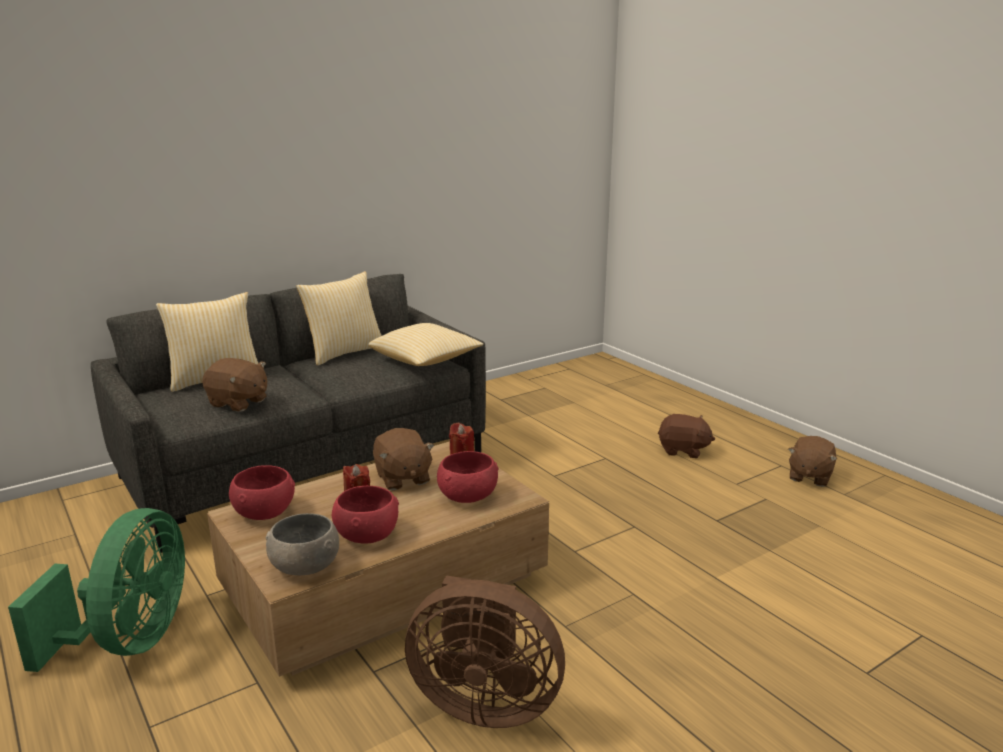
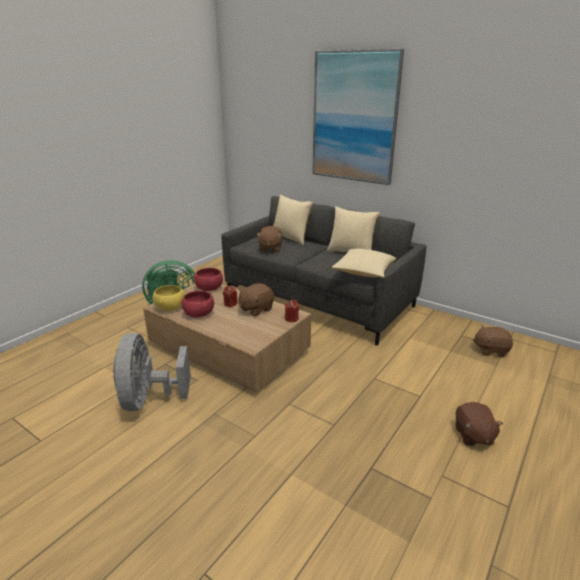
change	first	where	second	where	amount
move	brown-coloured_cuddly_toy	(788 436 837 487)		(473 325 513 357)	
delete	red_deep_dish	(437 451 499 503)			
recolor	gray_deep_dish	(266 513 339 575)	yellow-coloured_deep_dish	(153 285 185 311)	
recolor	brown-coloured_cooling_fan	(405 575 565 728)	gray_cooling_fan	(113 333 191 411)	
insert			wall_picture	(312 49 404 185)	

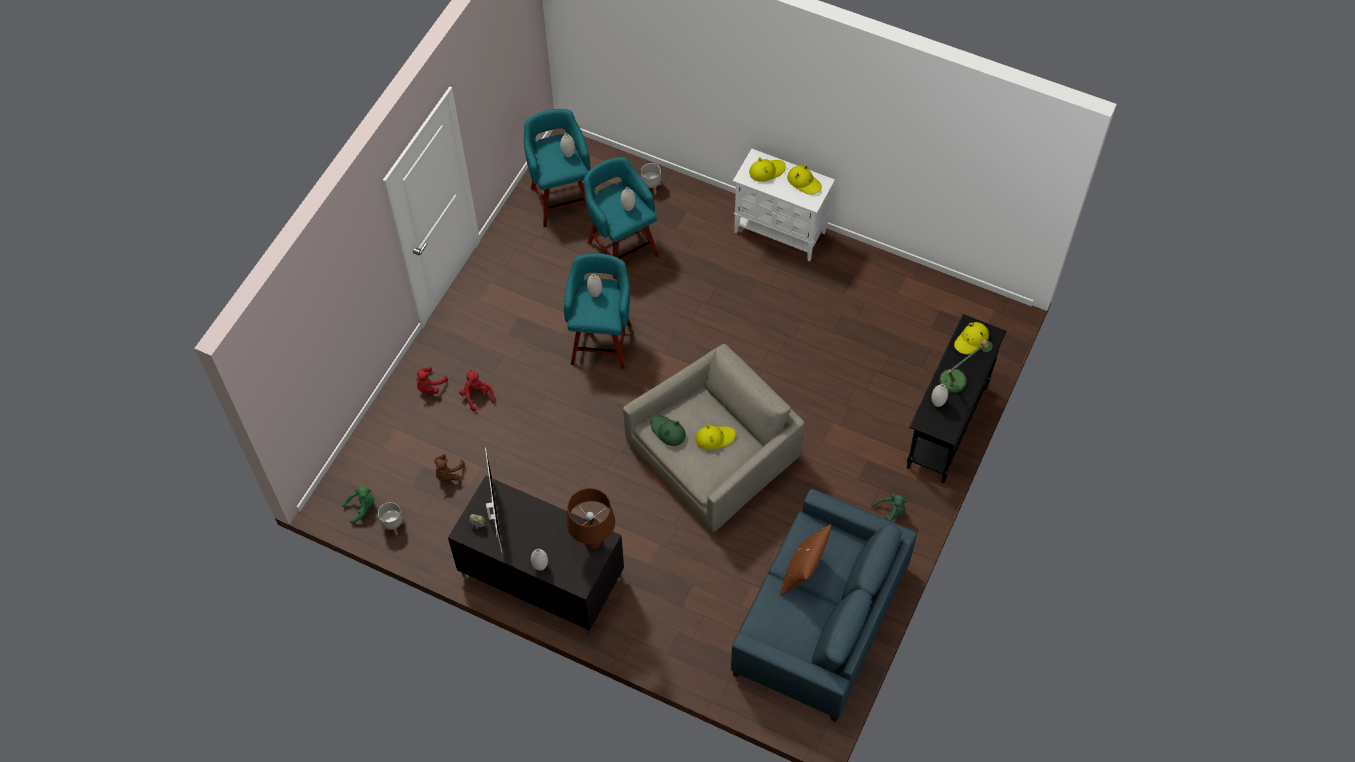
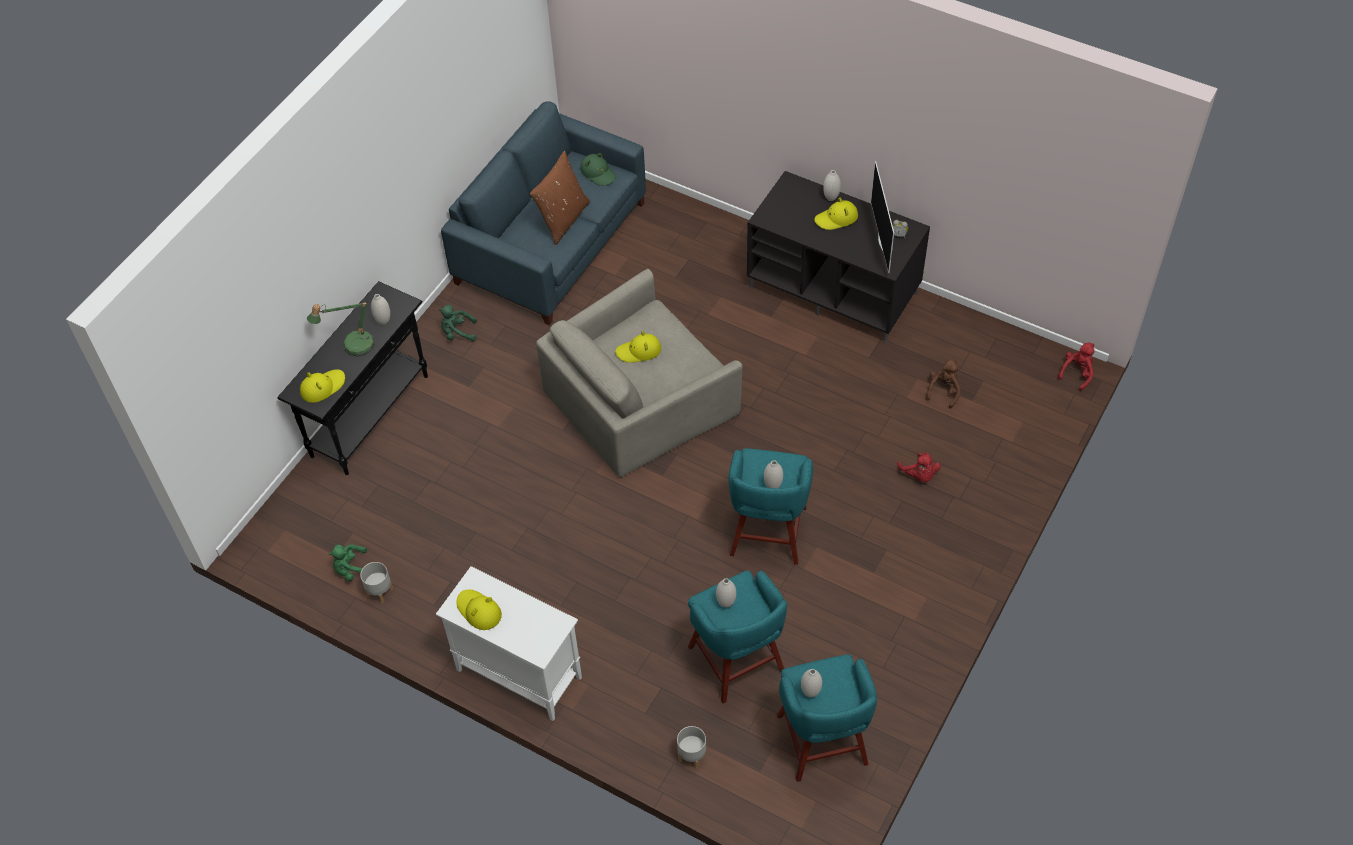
change	first	where	second	where	amount
move	yellow-coloured_clothing_hat	(749 157 786 182)		(814 198 858 230)	
move	red_cuddly_toy	(416 367 448 394)		(1058 343 1095 391)	
move	green-coloured_clothing_hat	(651 415 686 446)		(580 153 616 186)	
move	green-coloured_cuddly_toy	(342 486 374 524)		(329 545 367 581)	
delete	brown-coloured_tabletop_lamp	(566 488 615 549)			
move	gray_plant_pot	(378 502 405 535)		(360 562 393 603)	

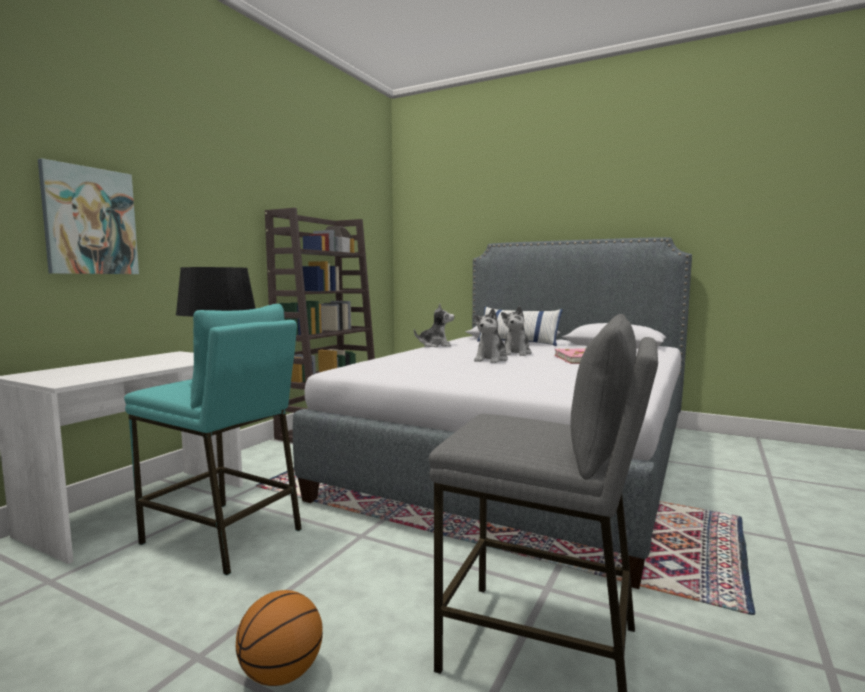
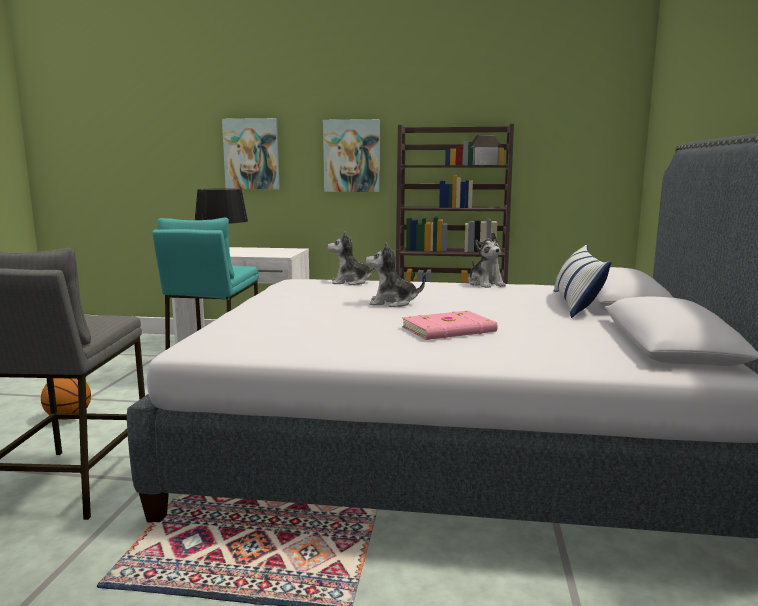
change	first	where	second	where	amount
move	cuddly_toy	(501 306 532 356)		(327 231 376 285)	
insert			wall_picture	(323 119 380 192)	

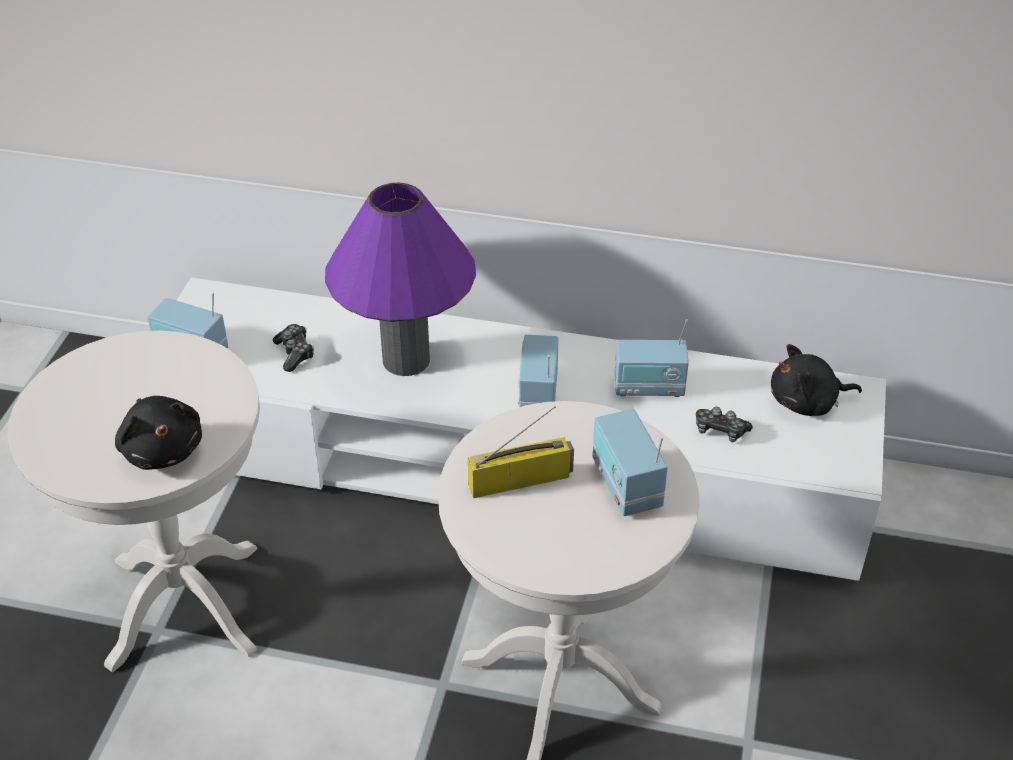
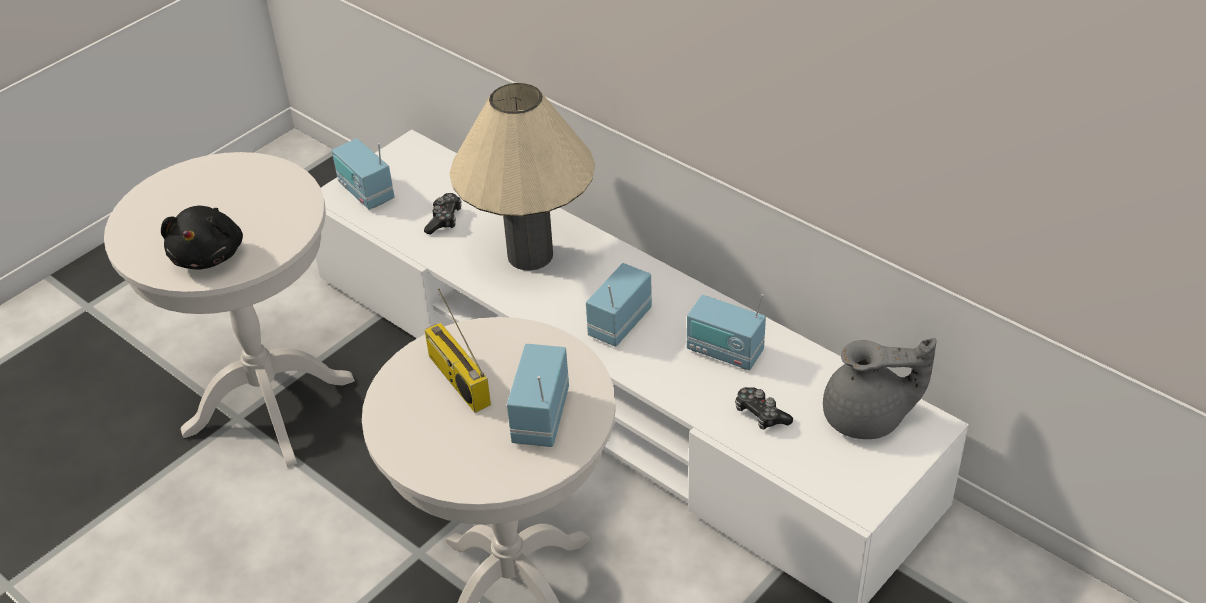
change	first	where	second	where	amount
recolor	purple_tabletop_lamp	(325 183 476 376)	beige-coloured_tabletop_lamp	(449 83 595 271)	
replace	blackish_cuddly_toy	(771 344 862 416)	gray_tea_pot	(823 338 936 439)	
rotate	radio	(468 406 574 498)		(425 289 491 413)	135 degrees counterclockwise

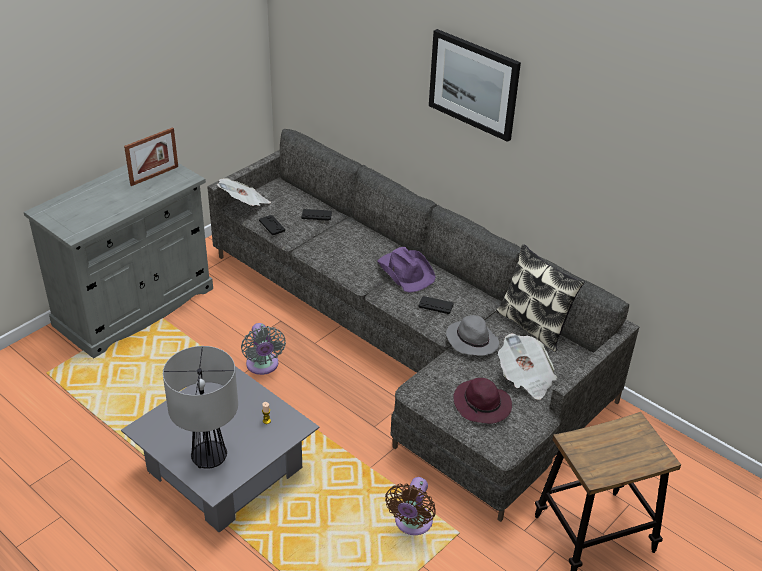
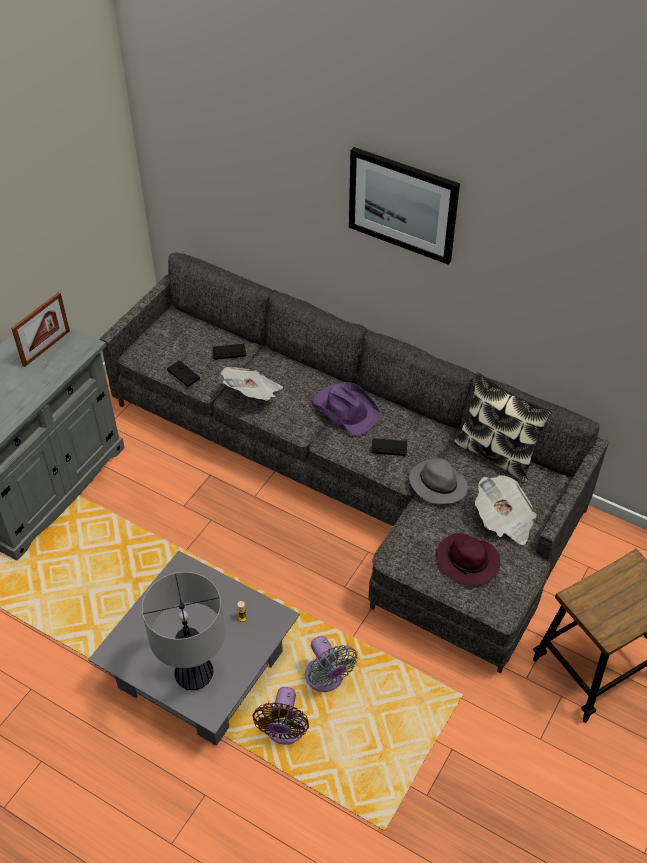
change	first	where	second	where	amount
move	newspaper	(217 178 271 206)		(221 367 283 401)	
move	gray_cooling_fan	(241 323 286 375)		(305 636 358 692)	
move	brown-coloured_cooling_fan	(385 477 436 535)		(253 687 309 745)	

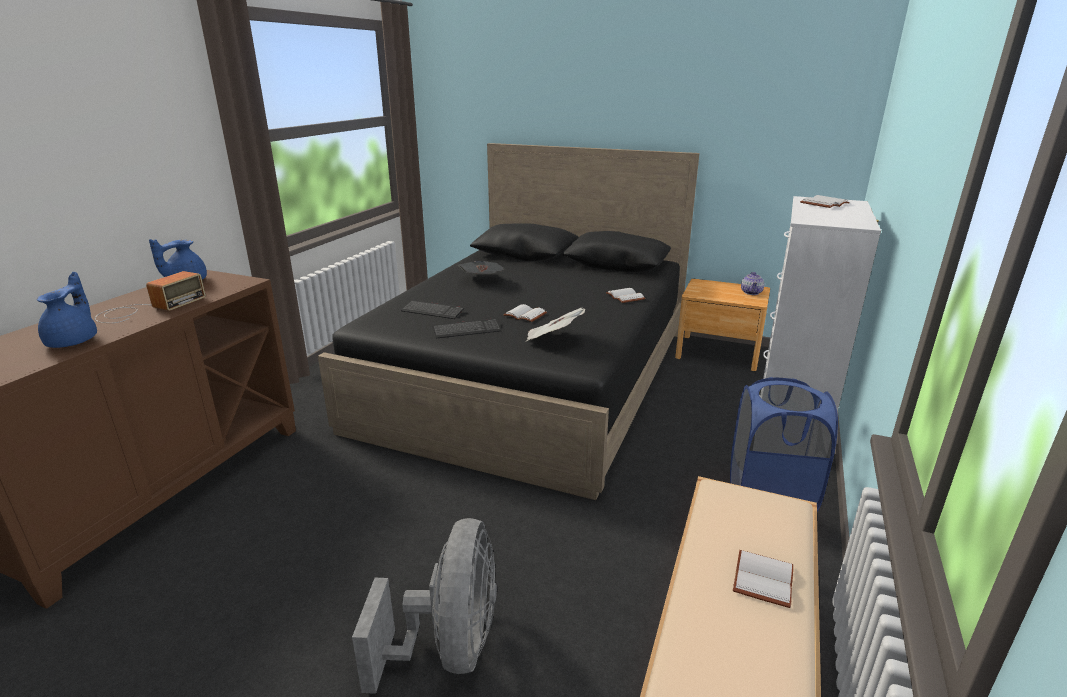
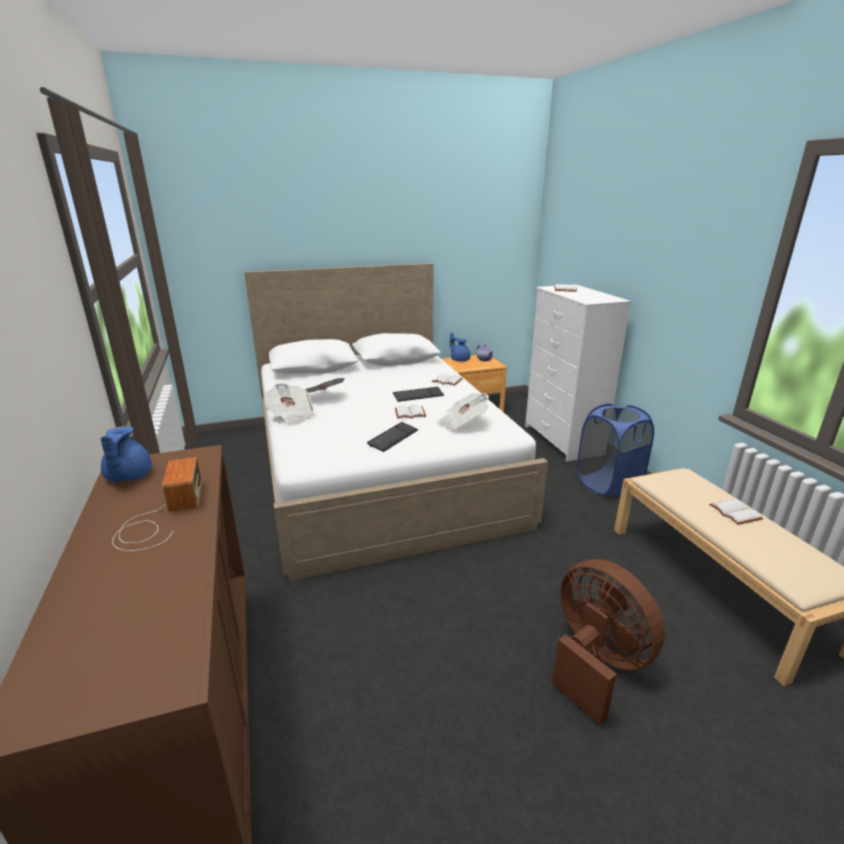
change	first	where	second	where	amount
recolor	blackish_bed	(318 143 700 500)	white_bed	(244 263 548 582)	
move	bluish_tea_pot	(37 272 97 348)		(450 332 470 362)	
move	PC_keyboard	(401 300 464 319)		(393 387 444 402)	
recolor	gray_cooling_fan	(352 518 497 694)	brown-coloured_cooling_fan	(552 559 665 725)	
insert			newspaper	(265 383 314 426)	

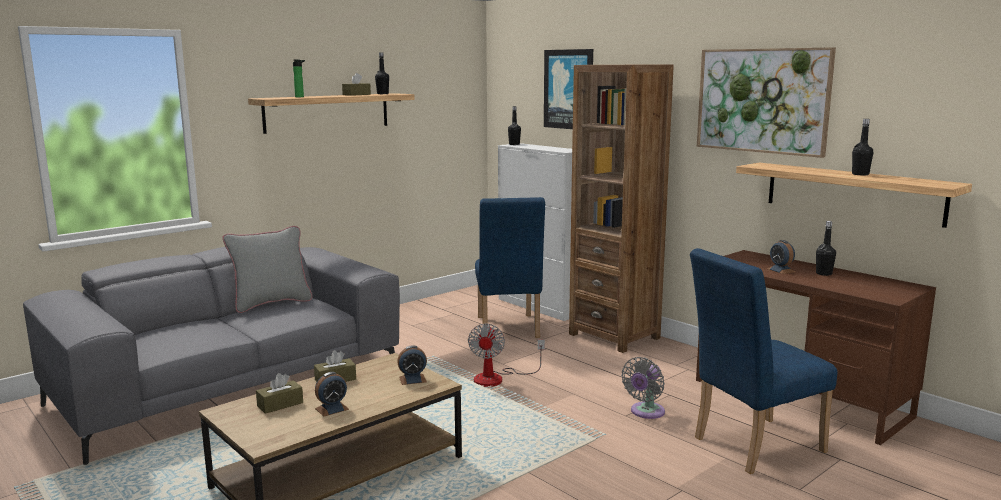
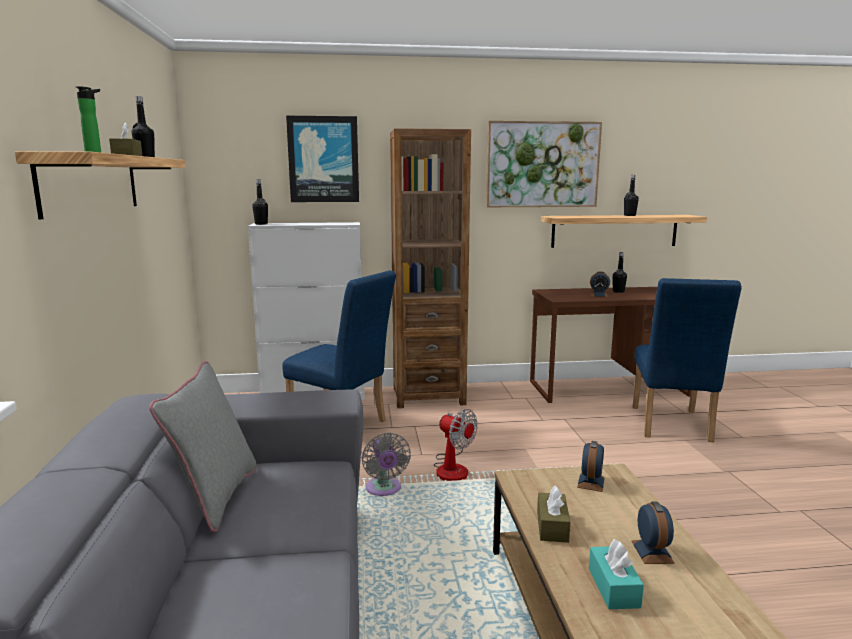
change	first	where	second	where	amount
move	gray_cooling_fan	(621 357 665 419)		(362 433 411 496)	
recolor	brown-coloured_tissue_holder	(256 373 303 414)	turquoise-coloured_tissue_holder	(589 539 644 609)	

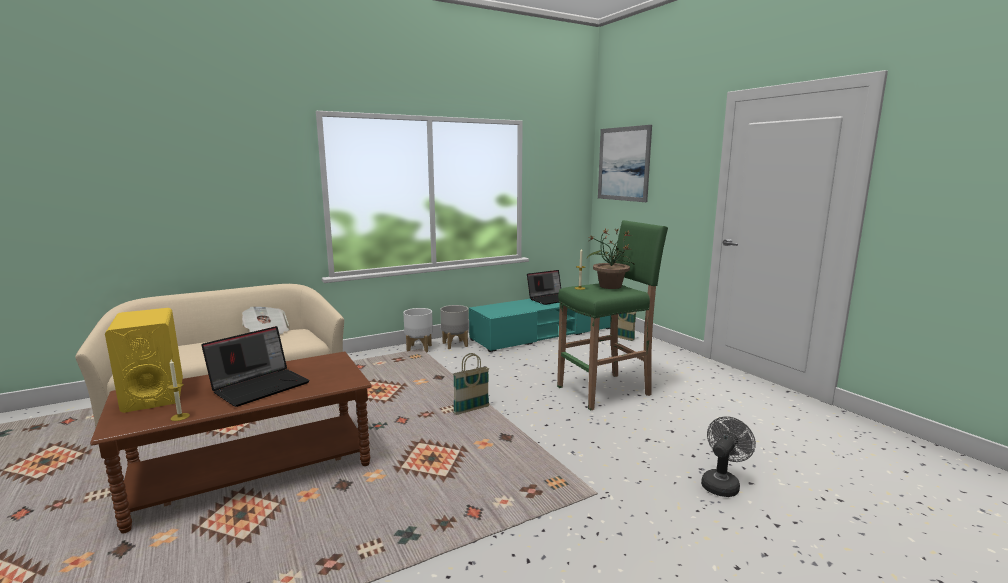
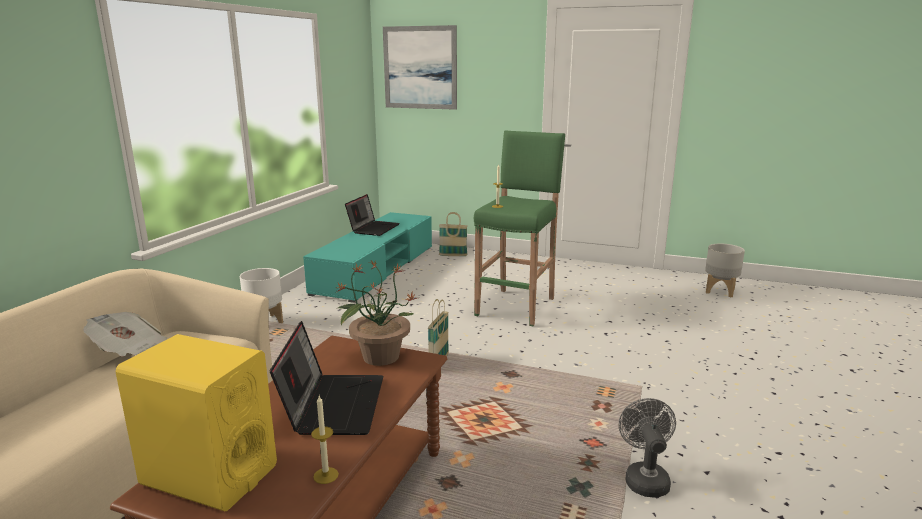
change	first	where	second	where	amount
move	potted_plant	(587 228 634 289)		(335 260 417 366)	
move	gray_plant_pot	(440 305 469 349)		(705 243 745 297)	
move	gray_cooling_fan	(701 416 756 497)		(619 398 676 497)	

